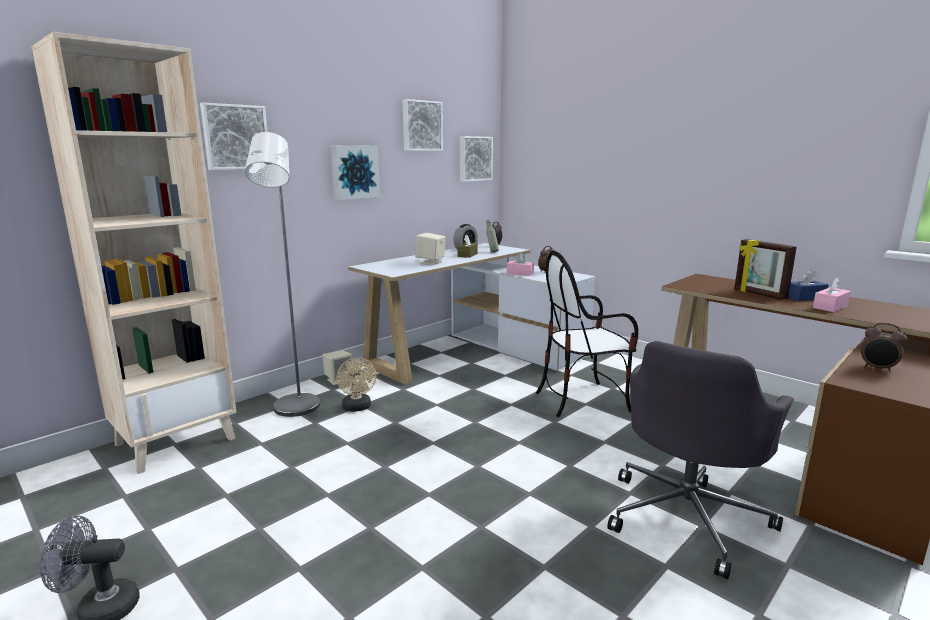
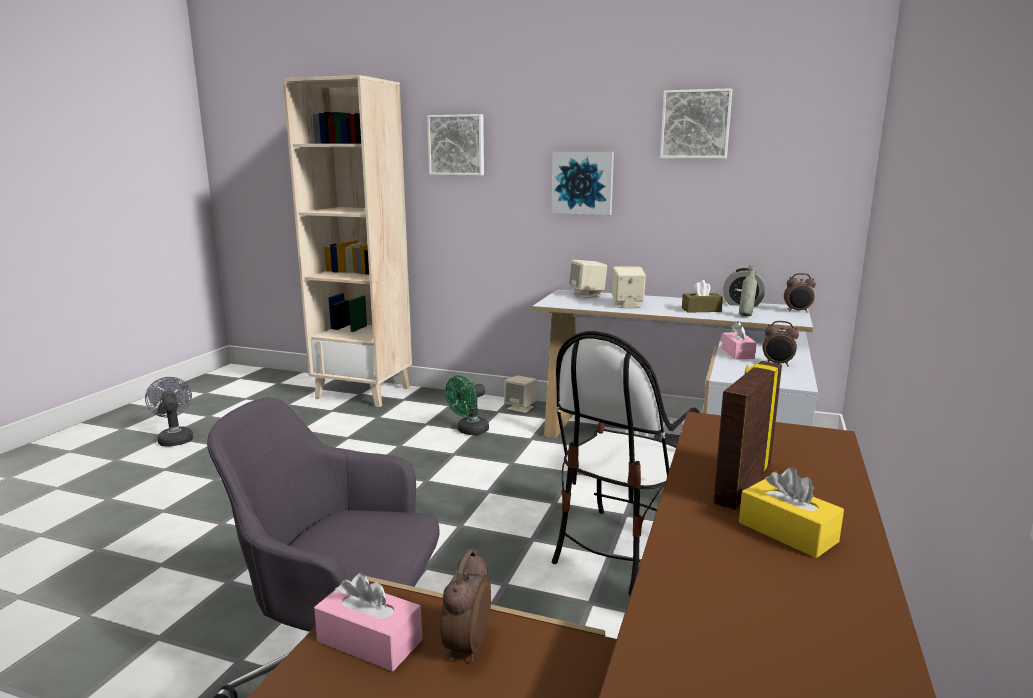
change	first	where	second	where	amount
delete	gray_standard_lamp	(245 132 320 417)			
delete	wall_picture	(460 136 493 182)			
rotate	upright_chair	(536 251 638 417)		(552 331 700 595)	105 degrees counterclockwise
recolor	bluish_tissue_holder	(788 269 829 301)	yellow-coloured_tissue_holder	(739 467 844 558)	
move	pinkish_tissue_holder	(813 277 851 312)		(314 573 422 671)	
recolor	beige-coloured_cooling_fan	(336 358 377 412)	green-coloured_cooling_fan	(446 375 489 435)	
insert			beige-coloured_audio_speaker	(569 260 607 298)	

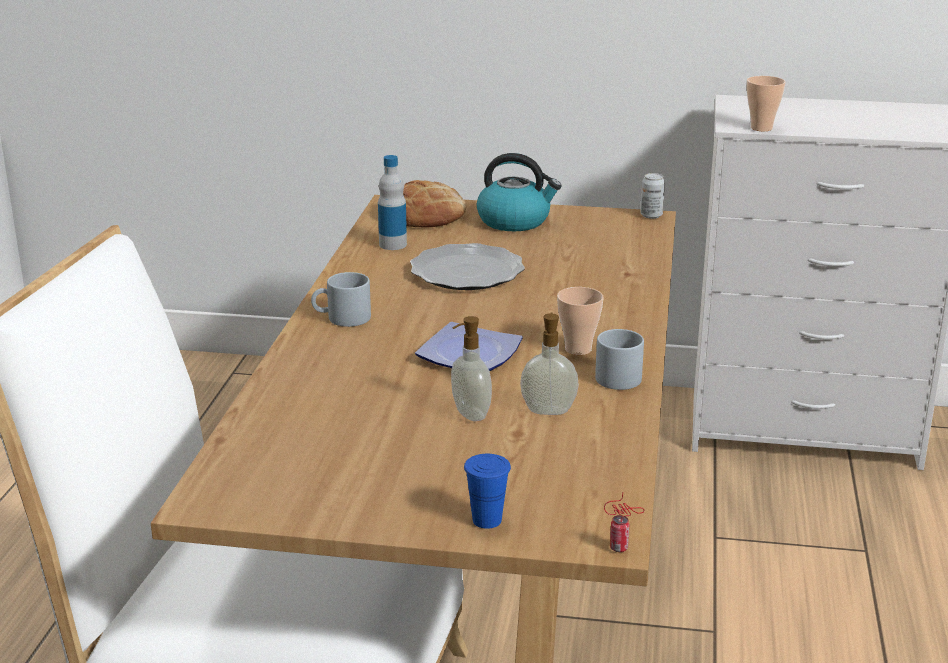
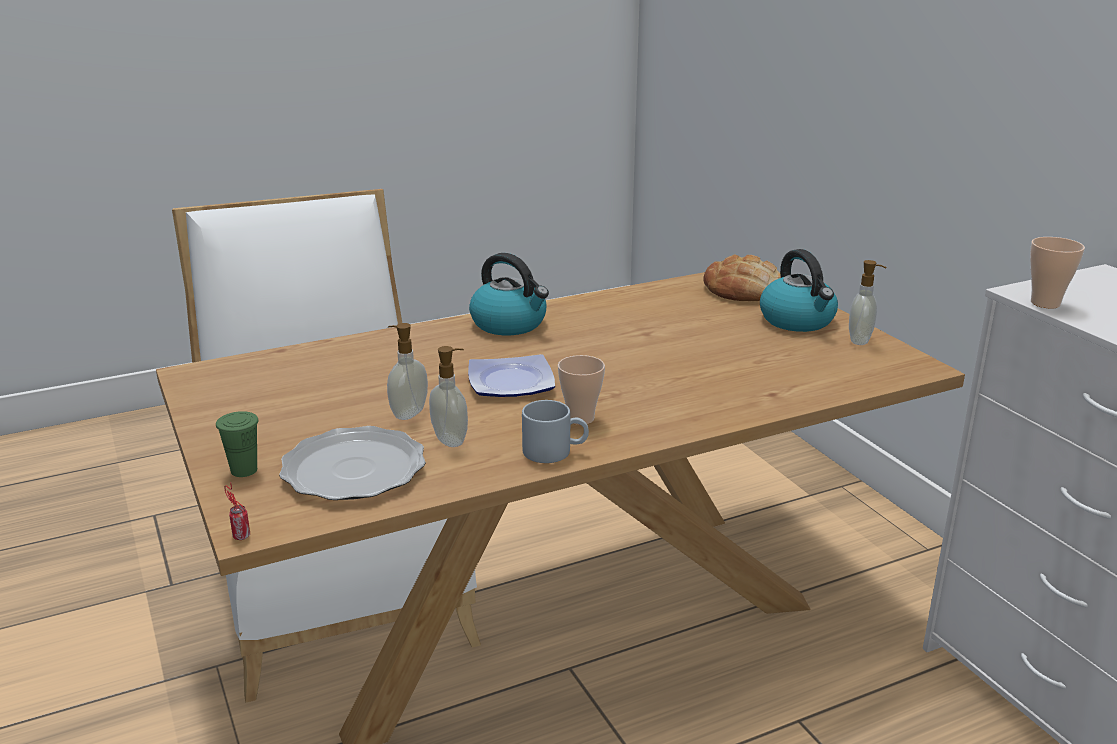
change	first	where	second	where	amount
delete	beverage_bottle	(378 155 407 250)			
delete	metal_can	(640 173 665 219)			
move	flat_dish	(410 243 525 290)		(279 426 426 500)	
replace	gray_mug	(311 272 371 327)	tea_kettle	(469 253 549 335)	
recolor	bluish_drinking_cup	(464 454 511 529)	green-coloured_drinking_cup	(216 411 258 477)	
insert			soap_bottle	(849 260 886 345)	

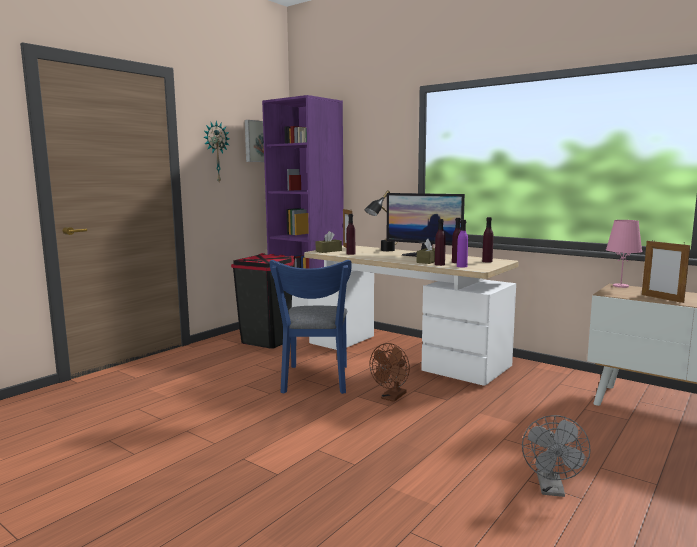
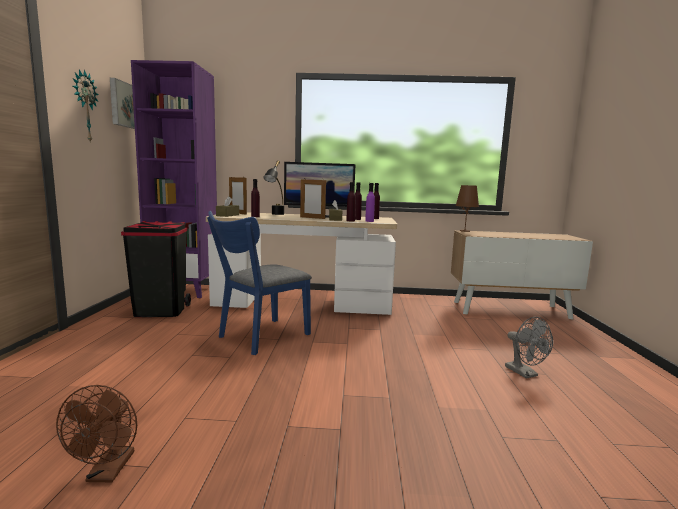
change	first	where	second	where	amount
recolor	pinkish_tabletop_lamp	(606 220 642 288)	brown-coloured_tabletop_lamp	(455 185 479 232)	
move	photo_frame	(642 239 690 303)		(300 179 326 219)	
rotate	bluish_upright_chair	(269 260 352 394)		(207 211 312 355)	75 degrees clockwise
move	brown-coloured_cooling_fan	(370 343 410 402)		(56 385 137 482)	

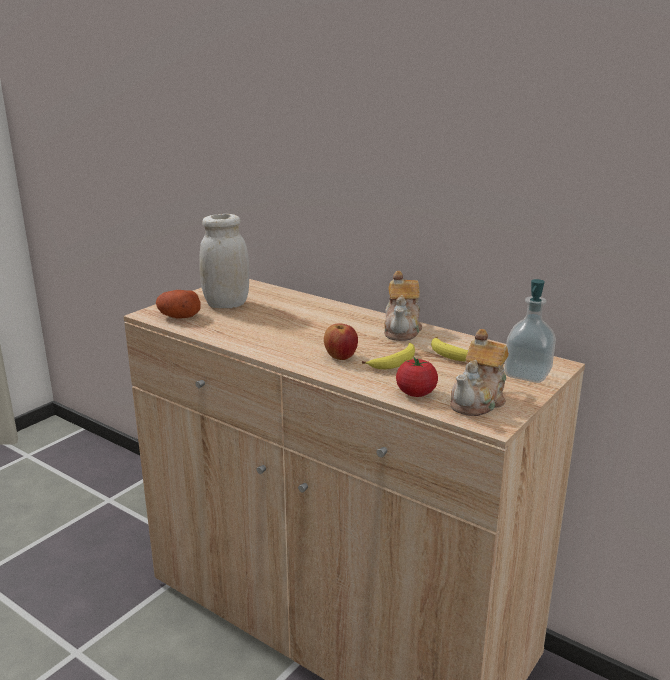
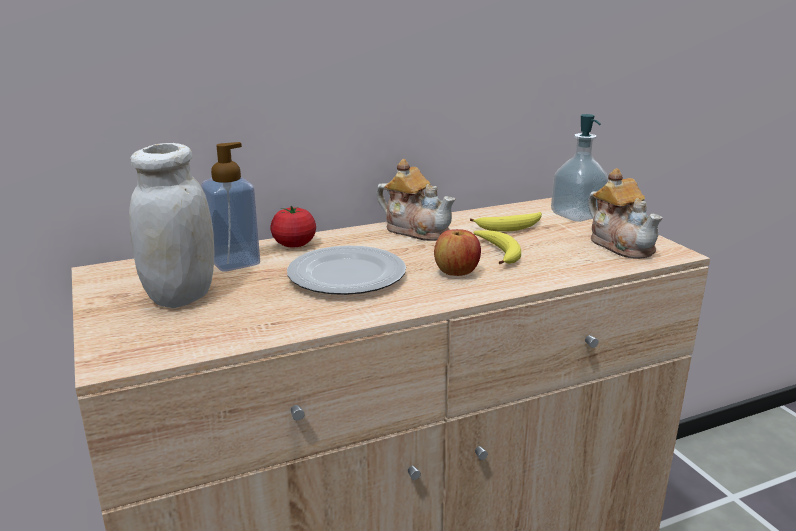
change	first	where	second	where	amount
delete	potato	(156 290 200 318)			
move	whole_tomato	(396 358 438 397)		(271 206 316 247)	
insert			soap_bottle	(201 142 260 272)	
insert			flat_dish	(287 246 406 295)	

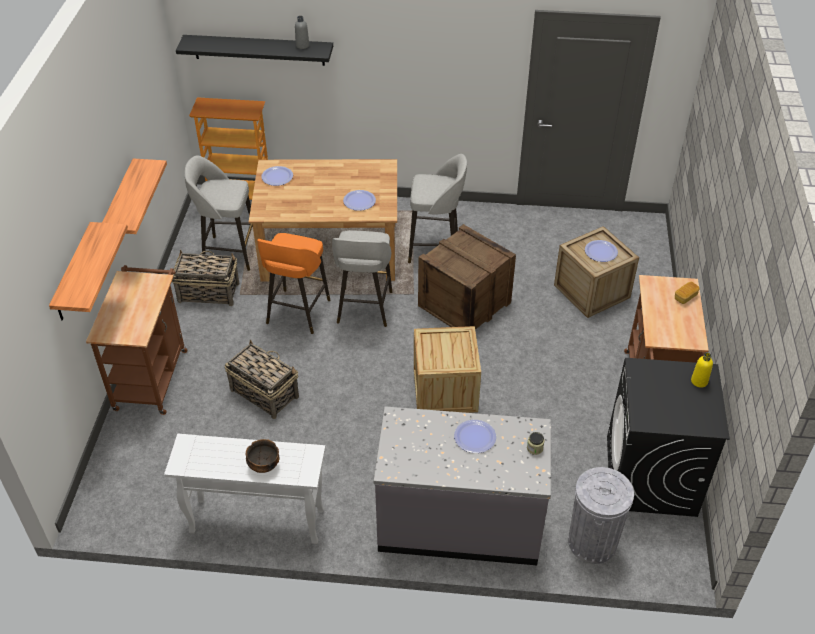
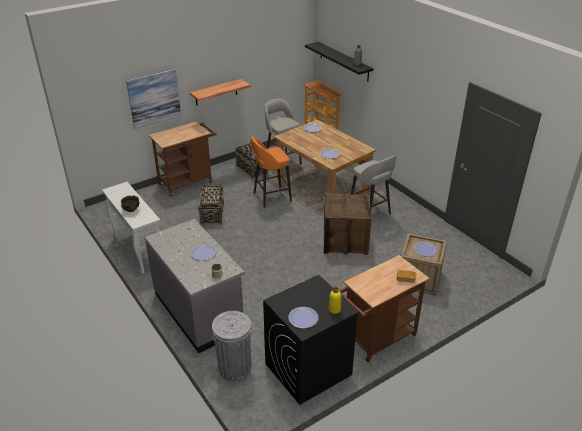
change	first	where	second	where	amount
replace	wall_shelf	(49 222 128 321)	wall_picture	(126 69 181 129)	
delete	gray_stool_seat	(332 230 392 327)			
delete	packing_crate	(414 326 481 413)			
insert			flat_dish	(288 307 318 328)	

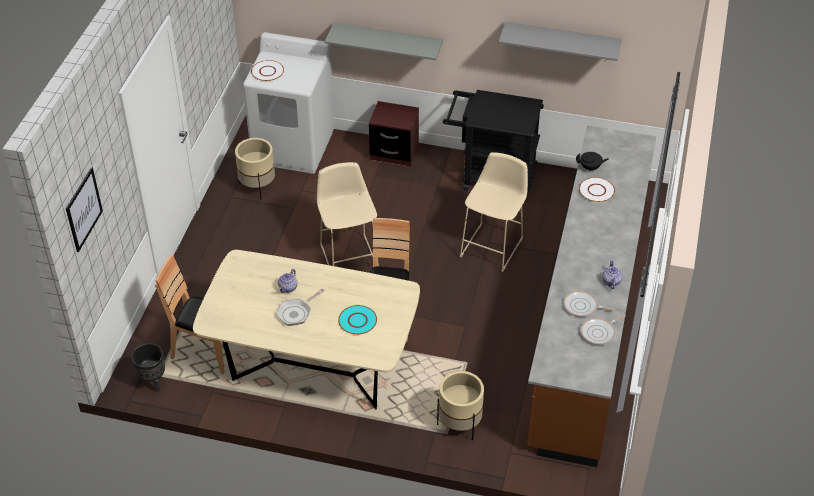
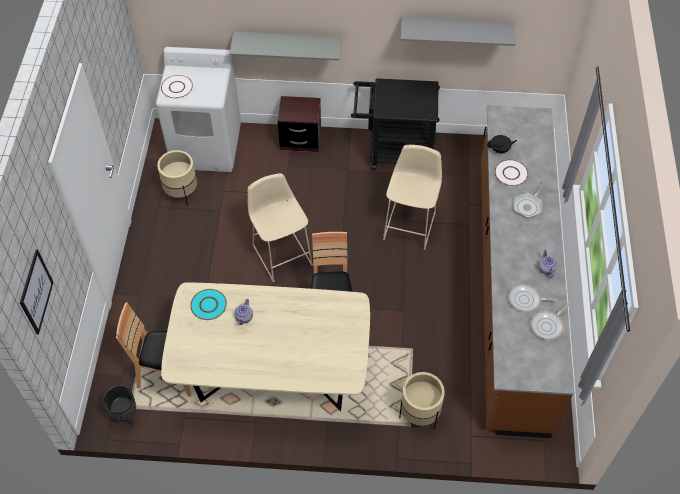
change	first	where	second	where	amount
move	frying_pan	(276 289 325 326)		(513 180 548 219)	
move	turquoise-coloured_flat_dish	(338 305 377 335)		(190 289 227 320)	

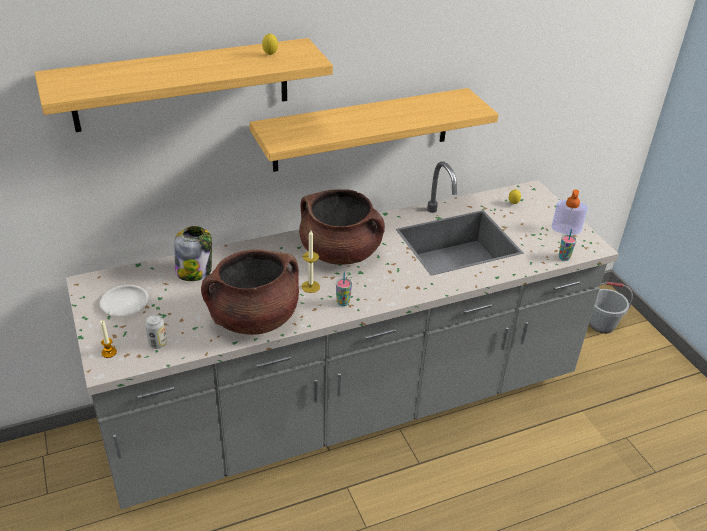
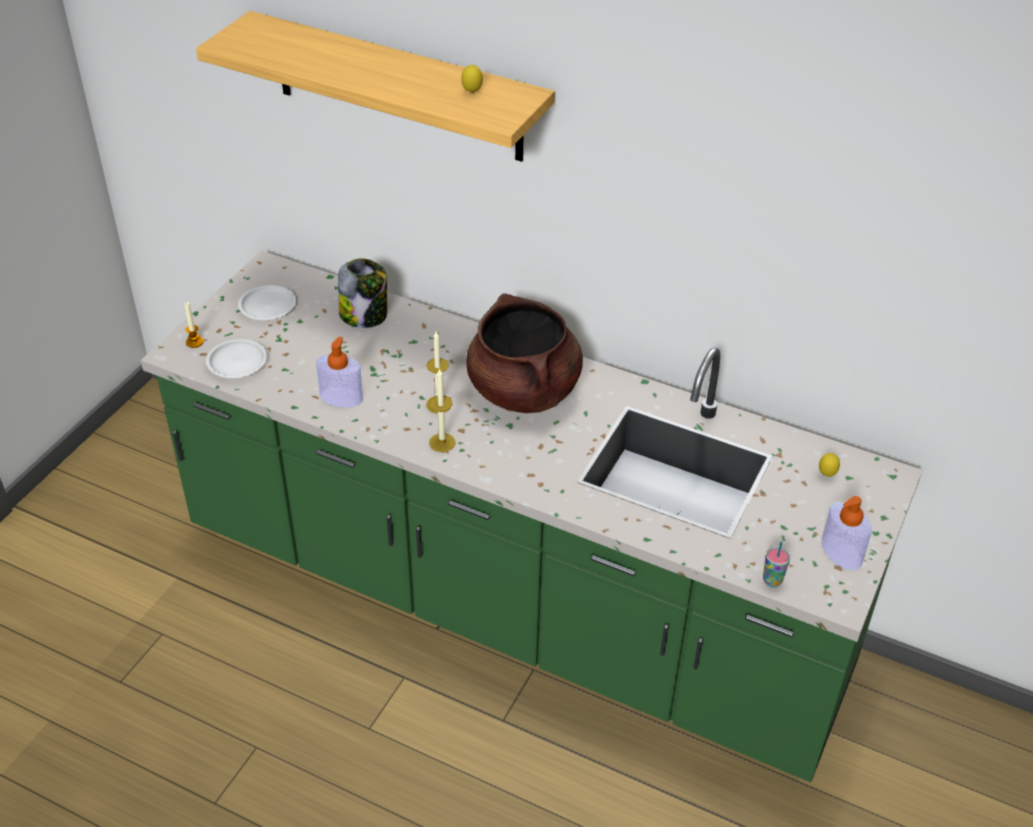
change	first	where	second	where	amount
delete	wall_shelf	(249 88 499 172)			
recolor	gray_counter	(66 162 619 509)	green-coloured_counter	(141 250 923 782)	
replace	brown-coloured_cooking_pot	(201 249 299 335)	soap_bottle	(316 337 363 407)	
replace	drinking_cup	(336 272 352 306)	wax_light	(429 369 456 452)	
delete	gray_bucket	(589 282 633 334)			
replace	metal_can	(145 314 167 349)	white_flat_dish	(206 339 267 378)	

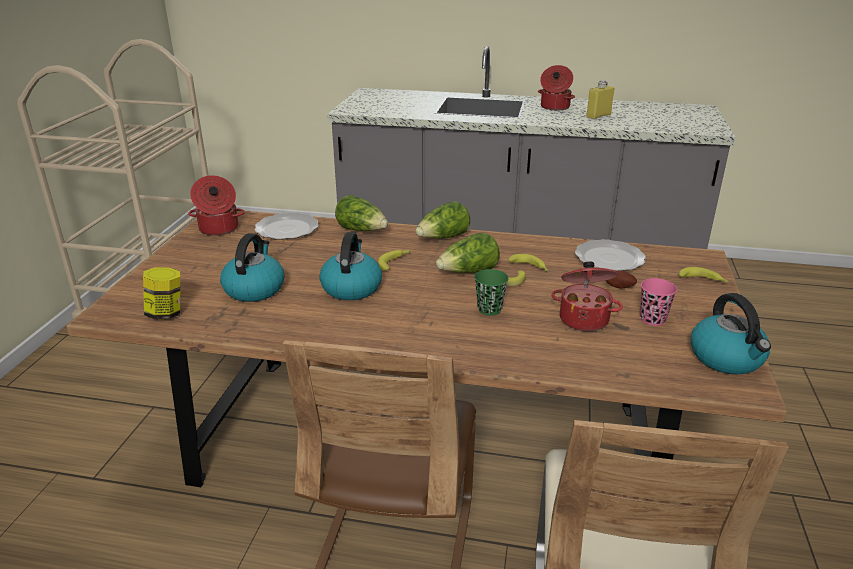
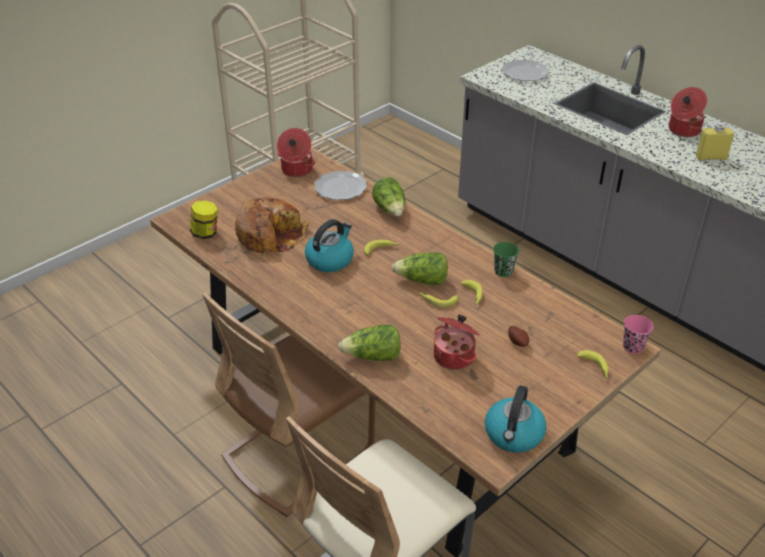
change	first	where	second	where	amount
move	head_of_lettuce	(415 201 470 239)		(338 325 400 361)	
replace	tea_kettle	(220 233 284 302)	baked_bread	(235 197 309 253)	
move	flat_dish	(575 239 646 271)		(502 60 549 81)	
move	green-coloured_drinking_cup	(474 269 509 316)		(493 242 519 277)	
move	pinkish_drinking_cup	(640 278 677 326)		(623 315 653 354)	

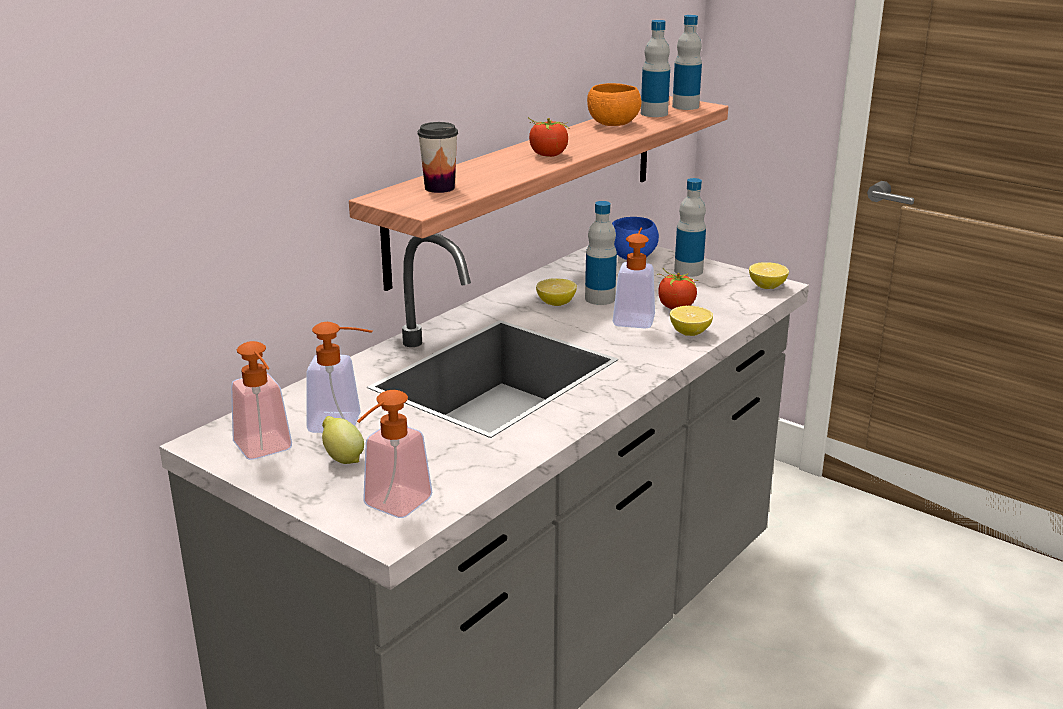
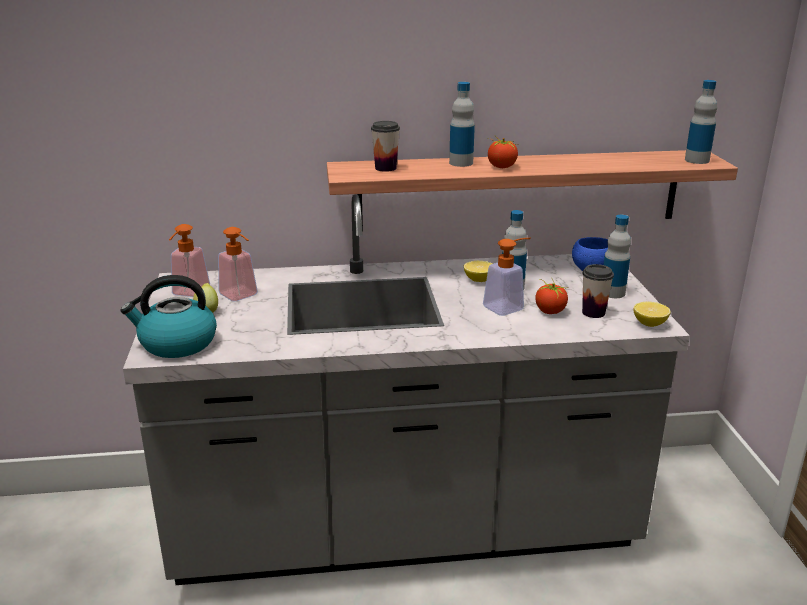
change	first	where	second	where	amount
move	beverage_bottle	(641 20 670 117)		(449 82 475 167)	
delete	orange_deep_dish	(587 83 641 126)			
delete	whole_lemon	(670 306 713 336)			
replace	soap_bottle	(357 390 433 518)	tea_kettle	(120 275 217 358)	
insert			drinking_cup	(582 264 614 318)	

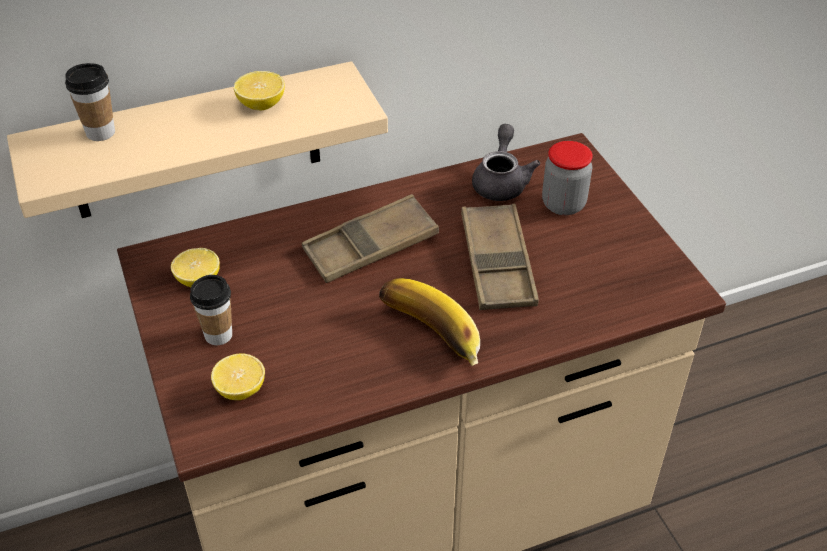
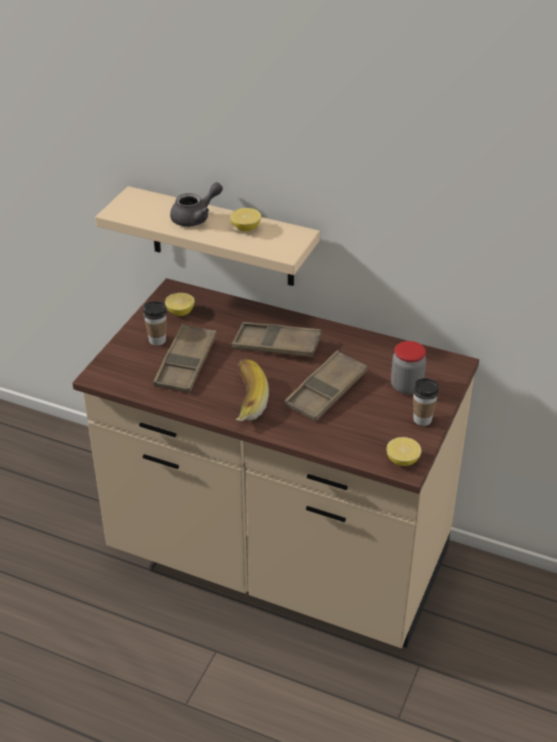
change	first	where	second	where	amount
move	drinking_cup	(65 63 115 141)		(413 378 439 426)	
move	gray_tea_pot	(472 124 540 201)		(170 182 223 227)	
move	whole_lemon	(211 353 265 400)		(386 437 421 466)	
insert			brown-coloured_tray	(153 324 217 393)	

